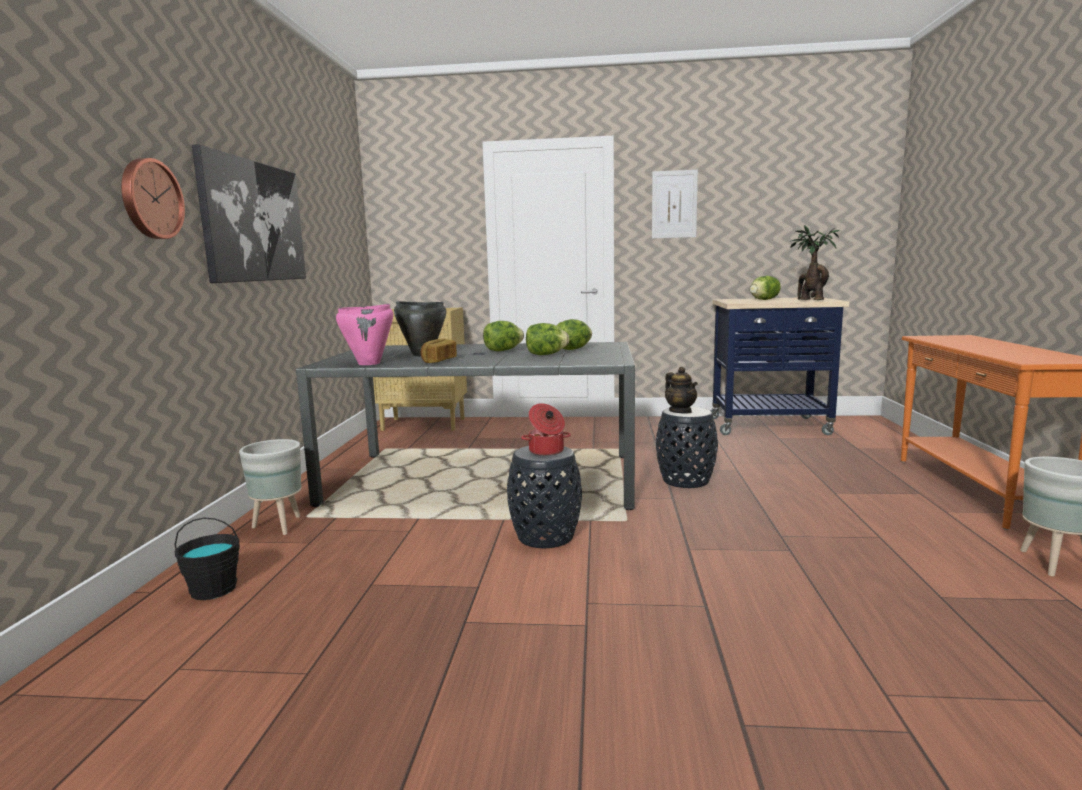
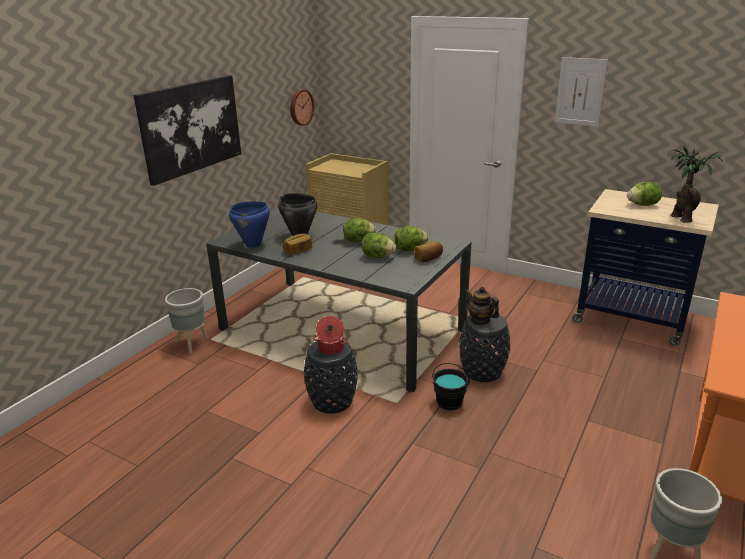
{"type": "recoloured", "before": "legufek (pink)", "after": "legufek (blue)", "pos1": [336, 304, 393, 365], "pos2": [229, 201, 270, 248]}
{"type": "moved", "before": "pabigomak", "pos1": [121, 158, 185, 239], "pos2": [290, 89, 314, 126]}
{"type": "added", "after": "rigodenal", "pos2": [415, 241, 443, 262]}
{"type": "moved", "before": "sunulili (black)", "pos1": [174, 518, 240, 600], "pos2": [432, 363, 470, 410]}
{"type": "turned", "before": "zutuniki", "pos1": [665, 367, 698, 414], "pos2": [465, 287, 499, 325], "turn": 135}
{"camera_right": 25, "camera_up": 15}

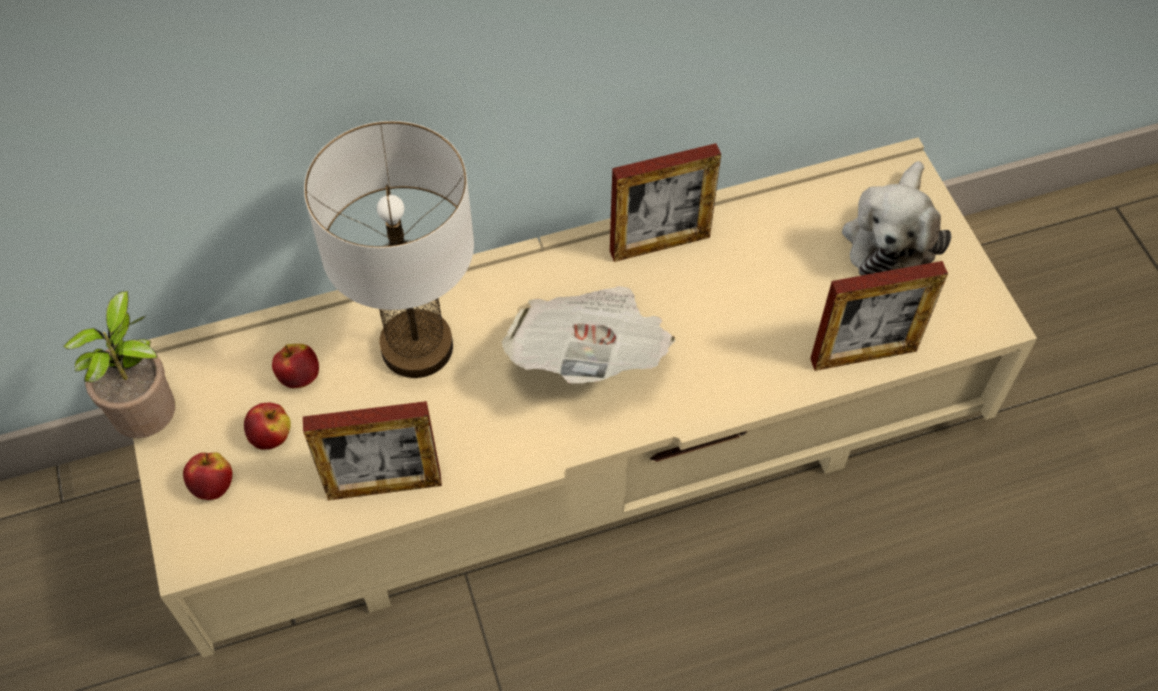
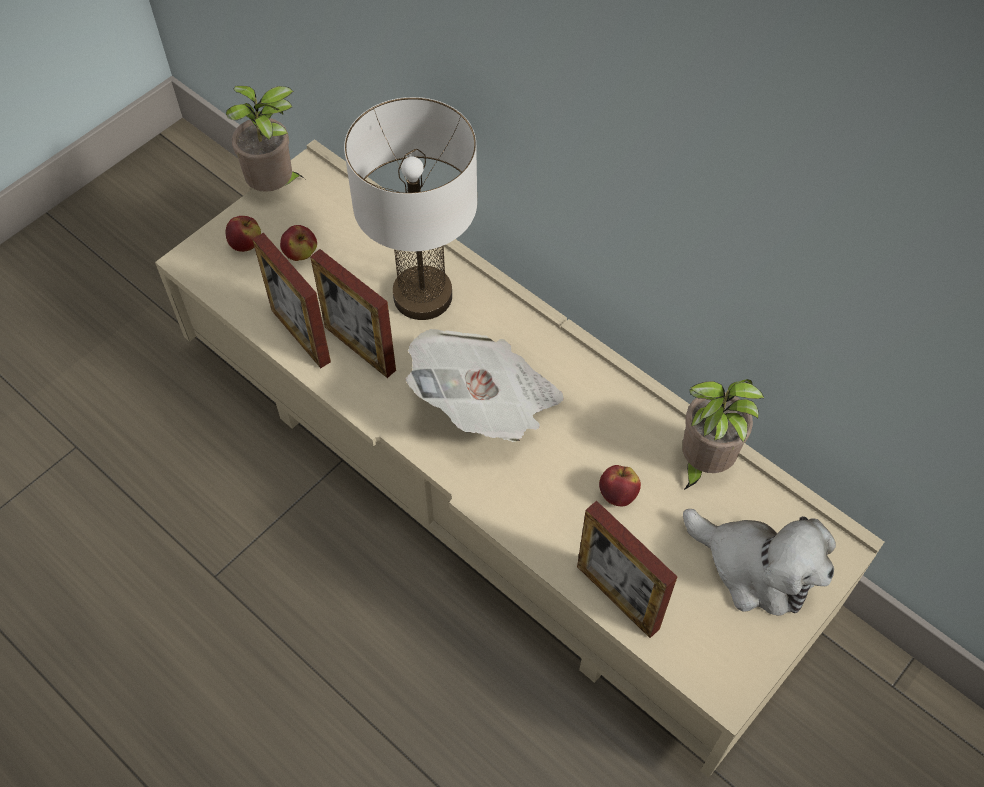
{"type": "moved", "before": "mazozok", "pos1": [610, 143, 721, 262], "pos2": [310, 249, 396, 378]}
{"type": "moved", "before": "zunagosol", "pos1": [272, 344, 319, 388], "pos2": [599, 465, 641, 507]}
{"type": "added", "after": "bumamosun", "pos2": [682, 379, 764, 490]}
{"type": "turned", "before": "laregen", "pos1": [842, 161, 951, 275], "pos2": [683, 509, 836, 616], "turn": -135}
{"camera_right": 60, "camera_up": 0}

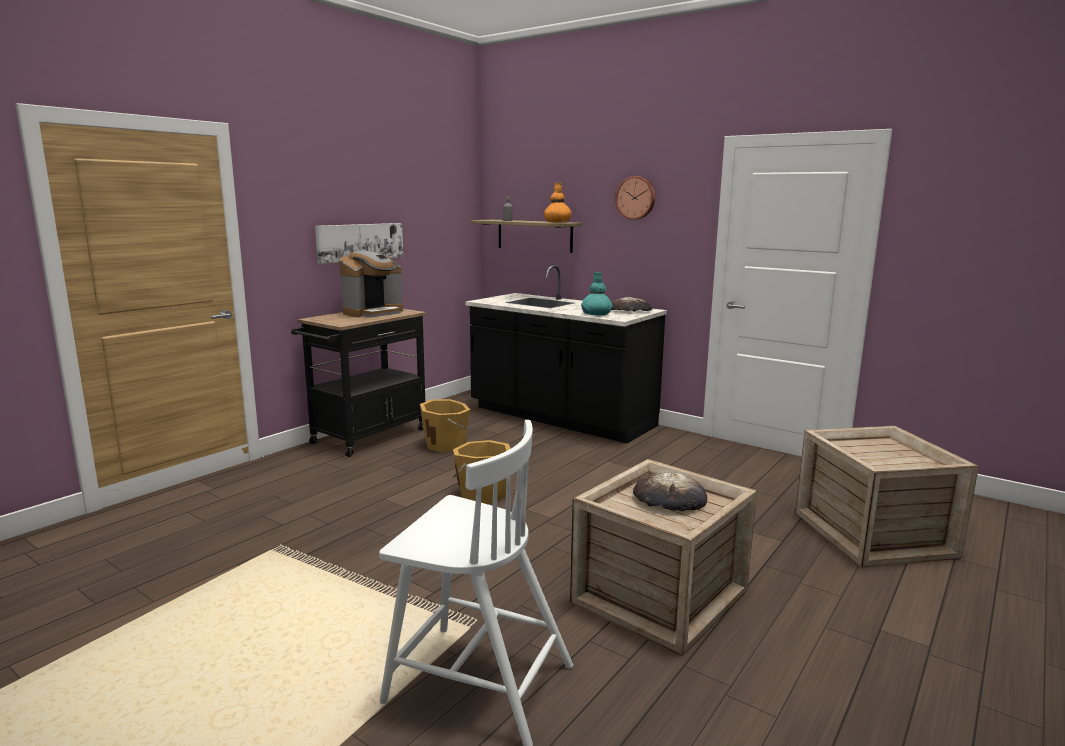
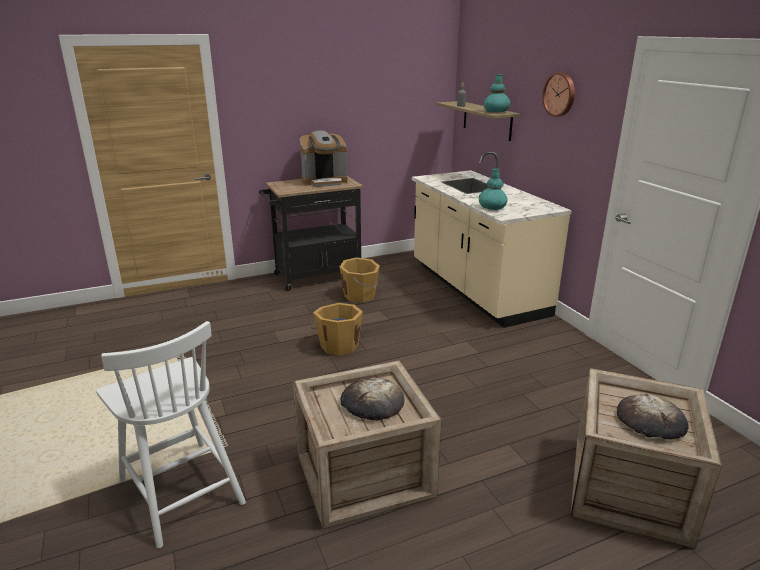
{"type": "recoloured", "before": "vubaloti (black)", "after": "vubaloti (beige)", "pos1": [466, 265, 667, 444], "pos2": [412, 151, 572, 328]}
{"type": "recoloured", "before": "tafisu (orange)", "after": "tafisu (turquoise)", "pos1": [544, 183, 572, 222], "pos2": [484, 74, 510, 113]}
{"type": "moved", "before": "rigodenal", "pos1": [611, 297, 652, 312], "pos2": [617, 394, 689, 440]}
{"type": "removed", "before": "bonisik", "pos1": [315, 223, 403, 264]}
{"camera_right": 30, "camera_up": 10}

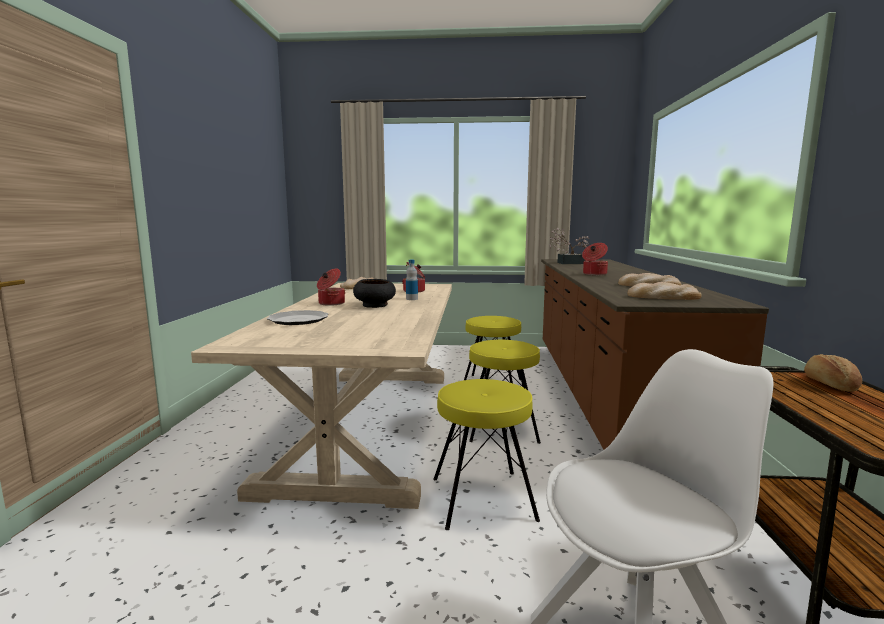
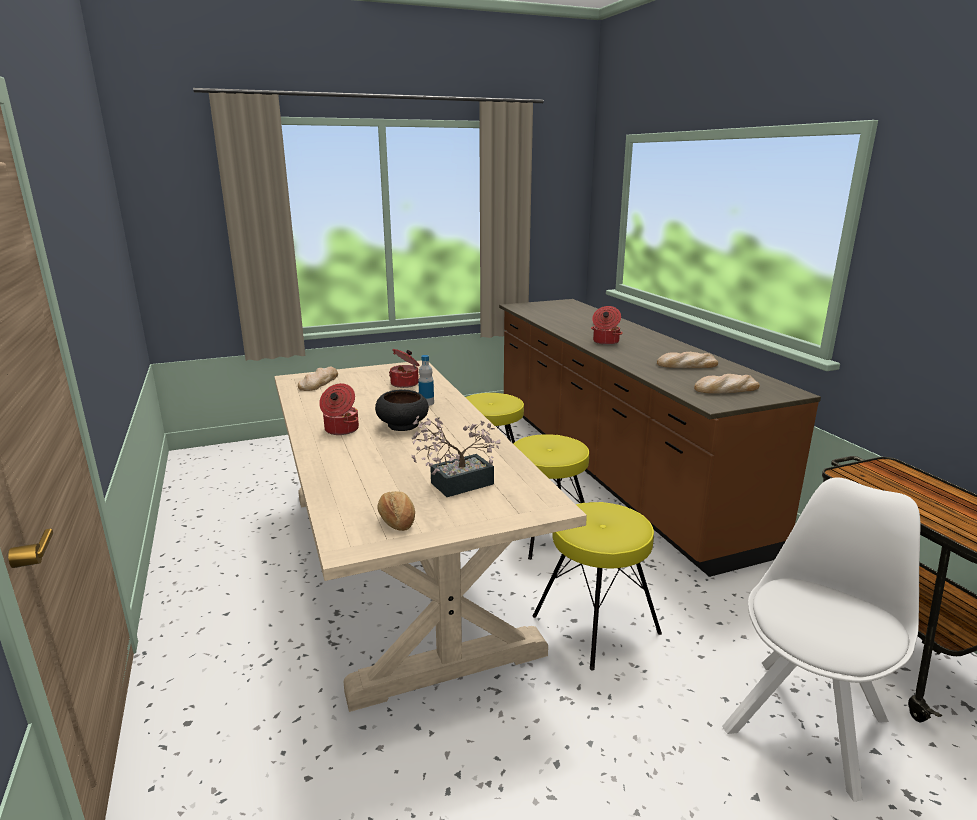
{"type": "moved", "before": "rigodenal", "pos1": [804, 354, 862, 392], "pos2": [377, 492, 415, 531]}
{"type": "moved", "before": "bumamosun", "pos1": [549, 228, 589, 264], "pos2": [412, 416, 500, 497]}
{"type": "removed", "before": "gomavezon", "pos1": [267, 310, 328, 325]}
{"camera_right": -25, "camera_up": 10}

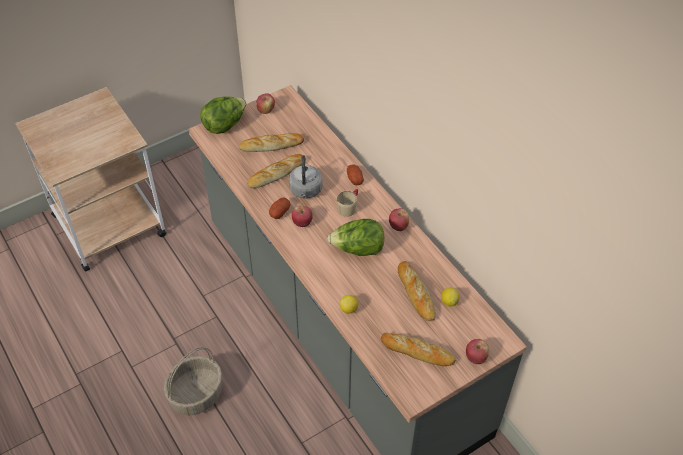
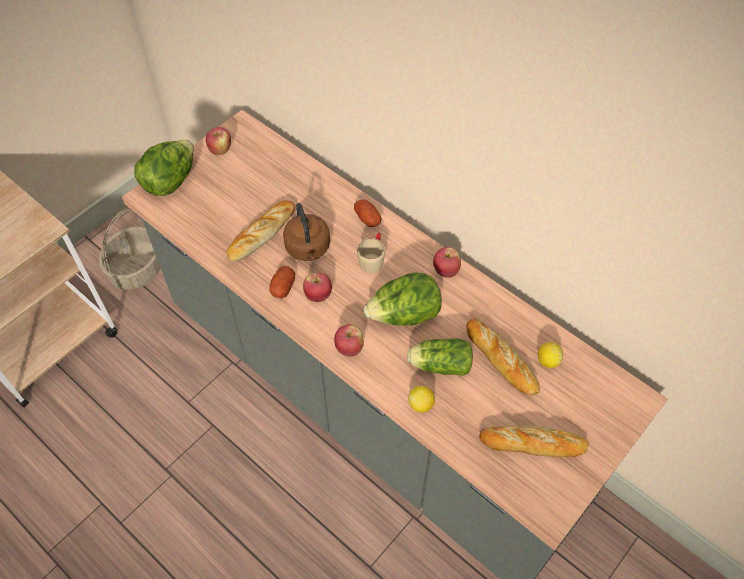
{"type": "moved", "before": "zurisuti", "pos1": [164, 347, 222, 416], "pos2": [99, 209, 161, 290]}
{"type": "recoloured", "before": "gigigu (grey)", "after": "gigigu (brown)", "pos1": [289, 155, 323, 199], "pos2": [283, 203, 330, 261]}
{"type": "moved", "before": "zunagosol", "pos1": [466, 339, 489, 364], "pos2": [334, 324, 364, 357]}
{"type": "added", "after": "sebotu", "pos2": [407, 338, 473, 376]}
{"type": "removed", "before": "rigodenal", "pos1": [239, 133, 304, 152]}
{"camera_right": -15, "camera_up": 5}

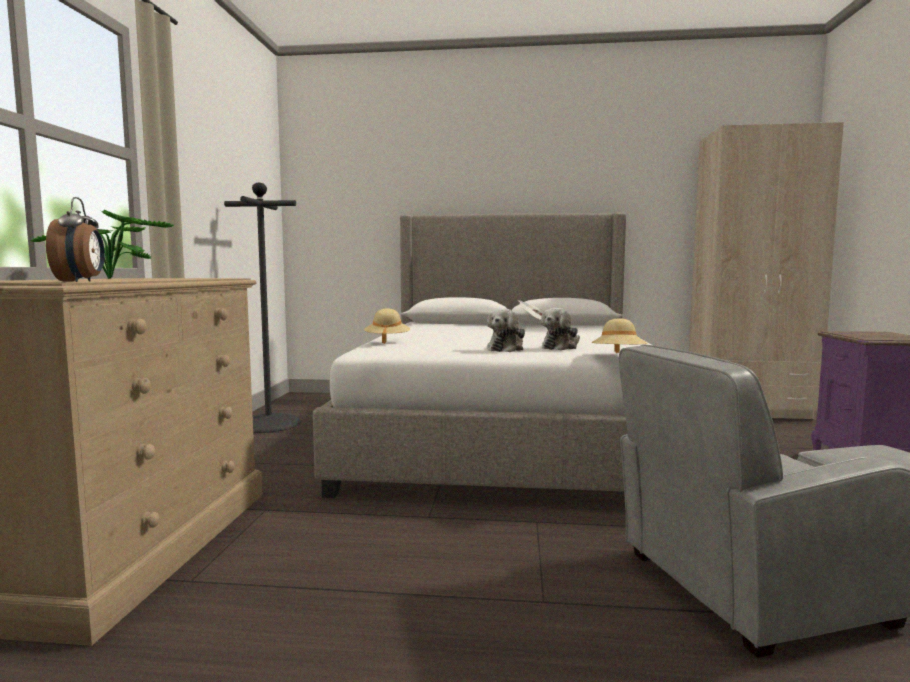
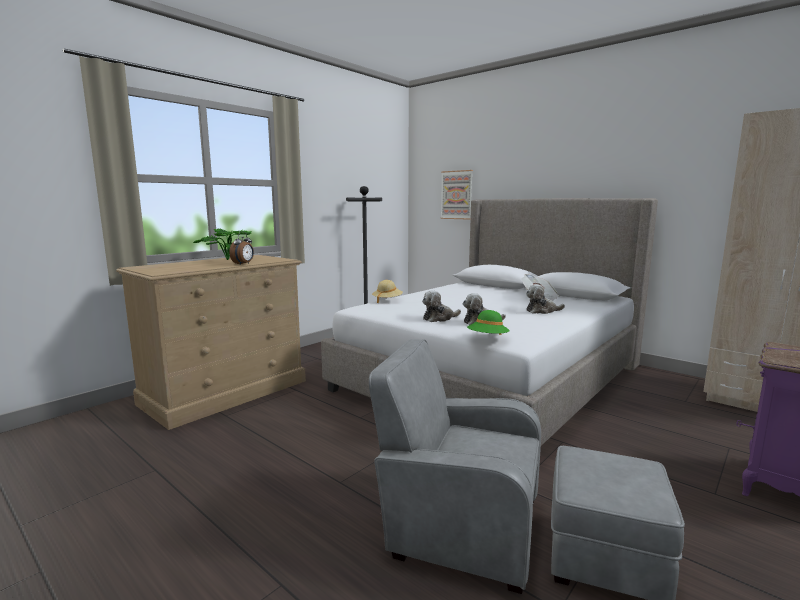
{"type": "moved", "before": "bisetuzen", "pos1": [46, 197, 105, 282], "pos2": [229, 232, 254, 264]}
{"type": "added", "after": "bonisik", "pos2": [440, 170, 473, 220]}
{"type": "recoloured", "before": "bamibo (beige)", "after": "bamibo (green)", "pos1": [591, 318, 648, 353], "pos2": [467, 310, 510, 335]}
{"type": "added", "after": "laregen", "pos2": [526, 284, 565, 314]}
{"camera_right": 35, "camera_up": 5}

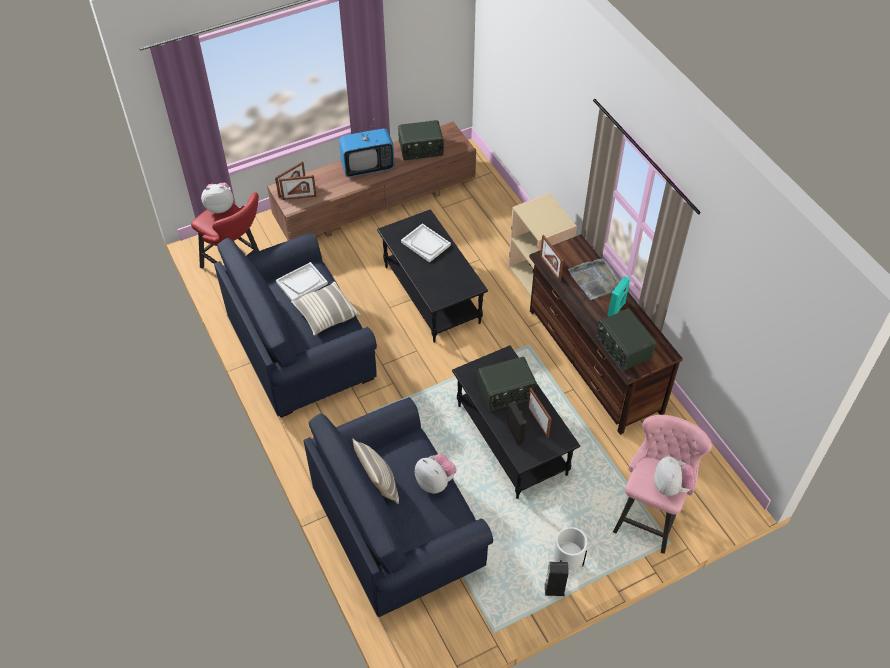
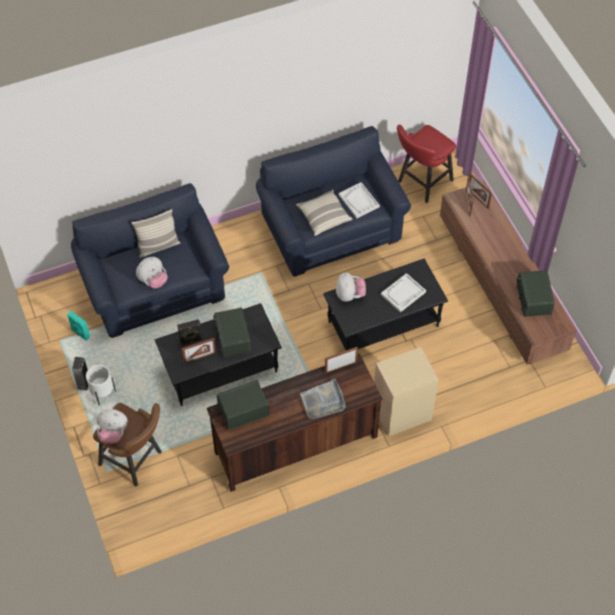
{"type": "moved", "before": "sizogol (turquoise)", "pos1": [607, 276, 630, 316], "pos2": [67, 311, 90, 341]}
{"type": "recoloured", "before": "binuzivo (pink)", "after": "binuzivo (brown)", "pos1": [613, 415, 712, 554], "pos2": [93, 403, 162, 487]}
{"type": "moved", "before": "laregen", "pos1": [201, 183, 233, 213], "pos2": [336, 272, 366, 302]}
{"type": "removed", "before": "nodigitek", "pos1": [339, 117, 395, 177]}
{"camera_right": 95, "camera_up": 5}

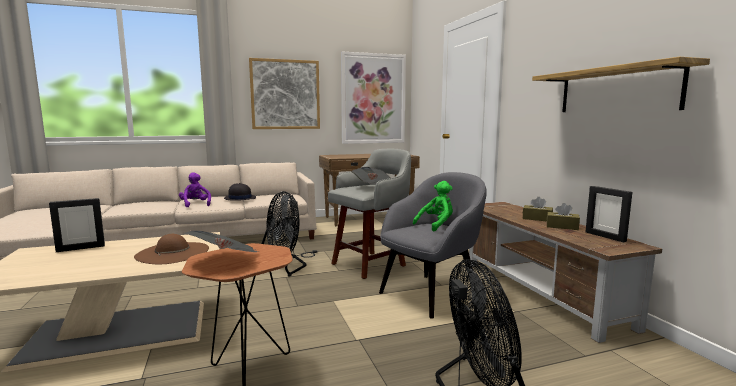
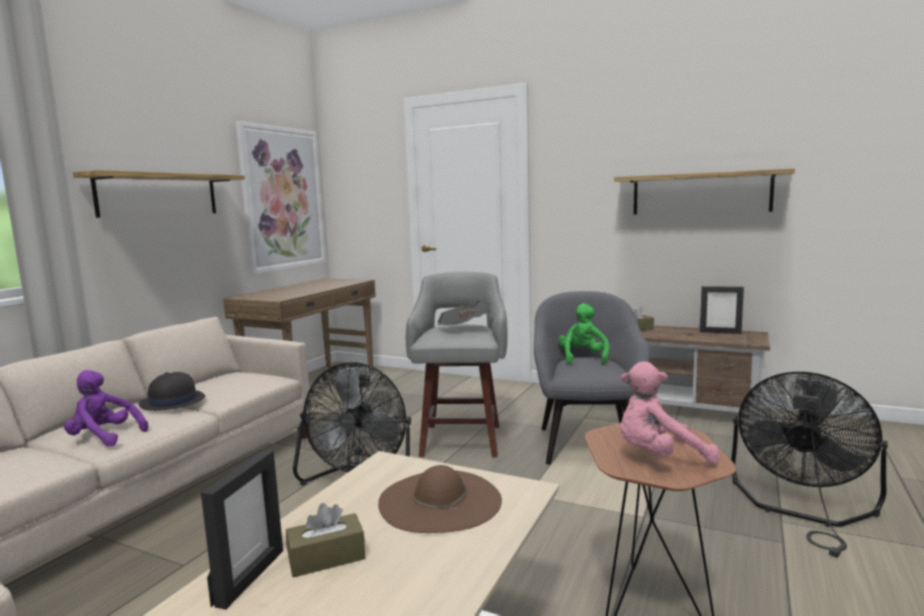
{"type": "replaced", "before": "bonisik", "after": "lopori", "pos1": [249, 58, 320, 129], "pos2": [73, 170, 245, 218]}
{"type": "moved", "before": "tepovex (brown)", "pos1": [547, 203, 580, 230], "pos2": [286, 503, 365, 578]}
{"type": "replaced", "before": "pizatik", "after": "laregen (pink)", "pos1": [183, 231, 259, 252], "pos2": [620, 361, 720, 464]}
{"camera_right": -45, "camera_up": 0}

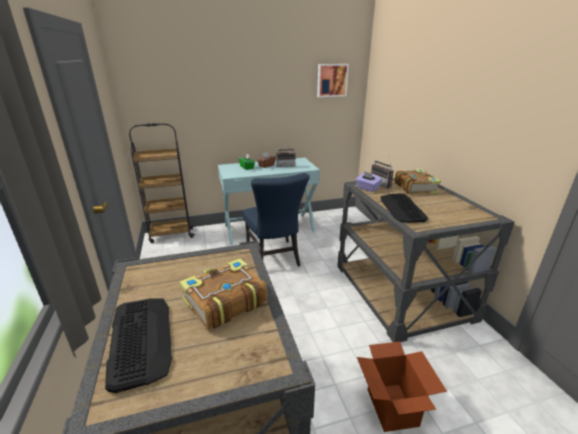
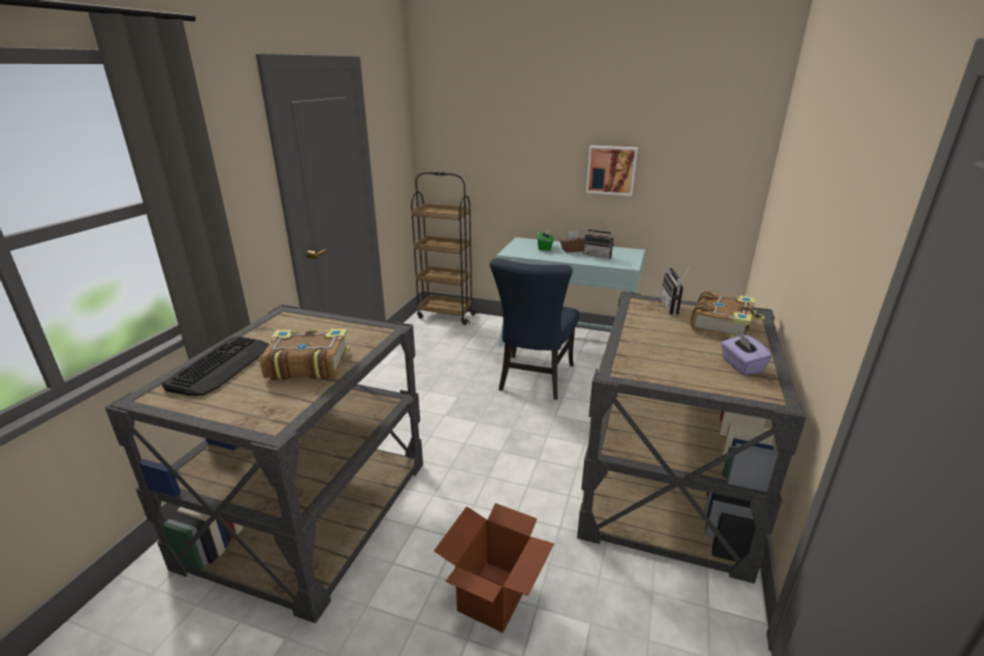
{"type": "moved", "before": "bonisik", "pos1": [317, 64, 349, 97], "pos2": [586, 145, 638, 196]}
{"type": "moved", "before": "tepovex (purple)", "pos1": [355, 171, 382, 192], "pos2": [721, 332, 772, 375]}
{"type": "removed", "before": "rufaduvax", "pos1": [381, 193, 428, 223]}
{"camera_right": 35, "camera_up": 0}

